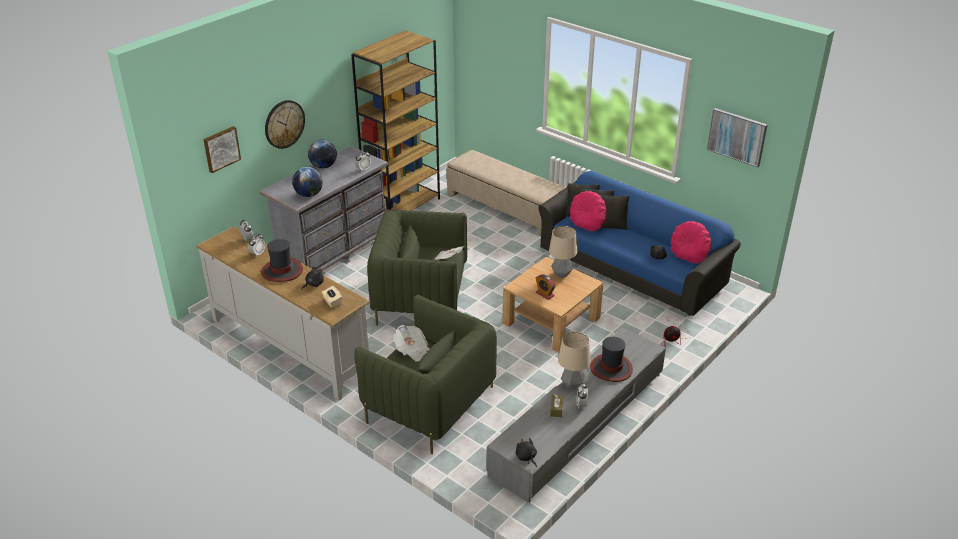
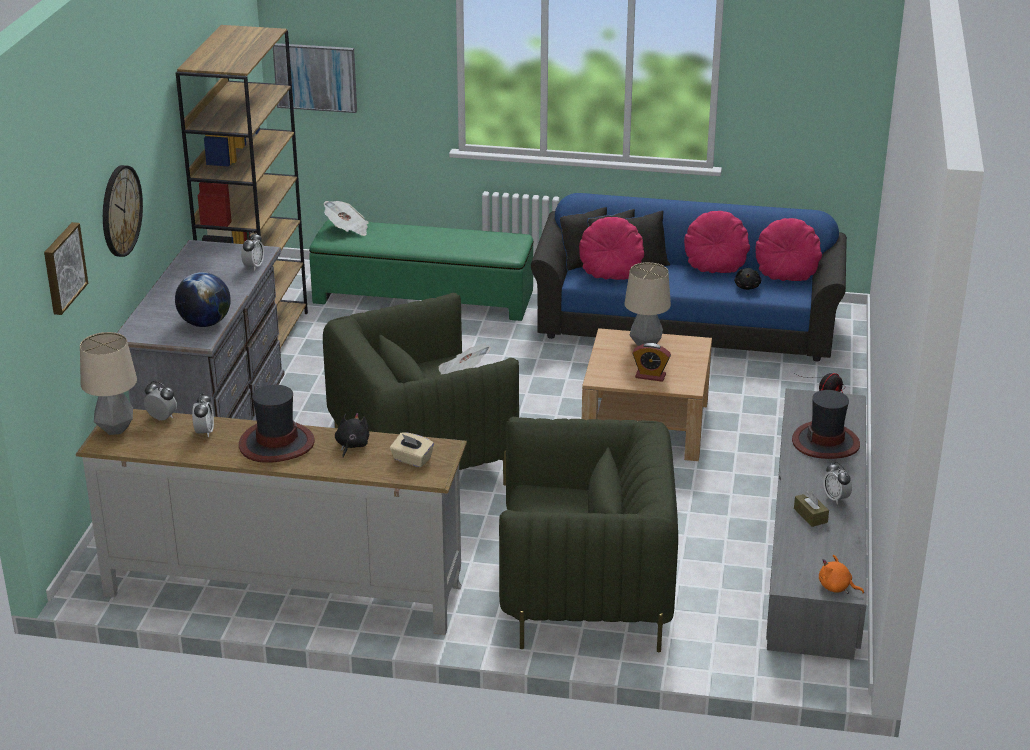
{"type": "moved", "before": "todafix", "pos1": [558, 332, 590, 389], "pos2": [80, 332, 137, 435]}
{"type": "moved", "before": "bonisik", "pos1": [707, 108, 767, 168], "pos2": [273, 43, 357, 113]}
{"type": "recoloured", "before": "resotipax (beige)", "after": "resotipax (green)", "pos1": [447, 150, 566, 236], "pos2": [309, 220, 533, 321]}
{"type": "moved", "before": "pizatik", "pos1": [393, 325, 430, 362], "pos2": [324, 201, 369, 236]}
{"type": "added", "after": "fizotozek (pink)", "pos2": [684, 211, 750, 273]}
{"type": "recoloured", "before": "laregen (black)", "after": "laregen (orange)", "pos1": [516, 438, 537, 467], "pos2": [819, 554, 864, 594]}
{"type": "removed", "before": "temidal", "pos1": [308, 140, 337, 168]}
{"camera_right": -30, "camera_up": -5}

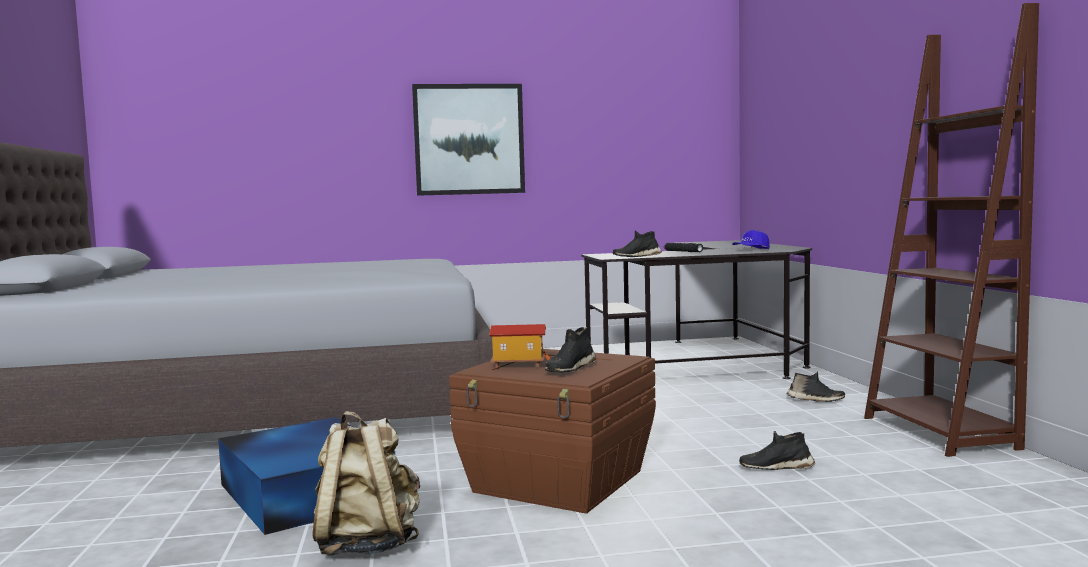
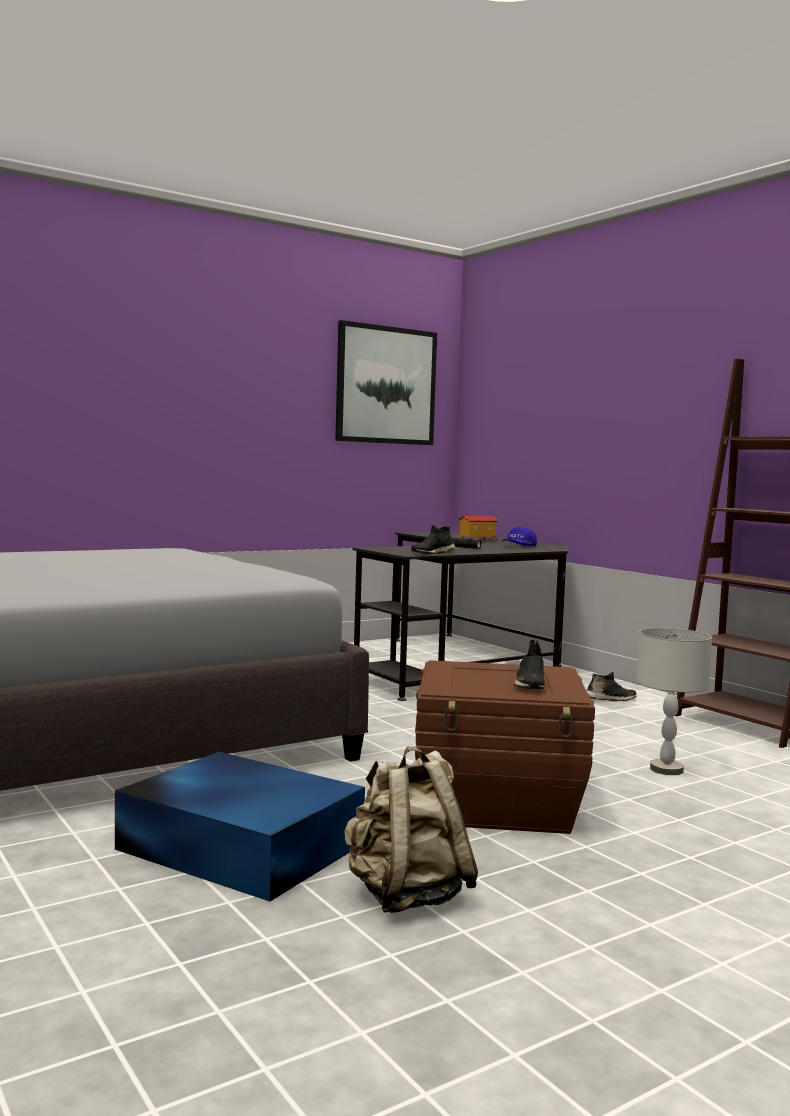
{"type": "moved", "before": "bonisik", "pos1": [412, 84, 525, 196], "pos2": [335, 320, 437, 445]}
{"type": "moved", "before": "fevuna", "pos1": [489, 324, 551, 368], "pos2": [458, 516, 498, 541]}
{"type": "replaced", "before": "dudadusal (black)", "after": "todafix (grey)", "pos1": [739, 431, 815, 470], "pos2": [636, 628, 712, 775]}
{"camera_right": -25, "camera_up": 0}

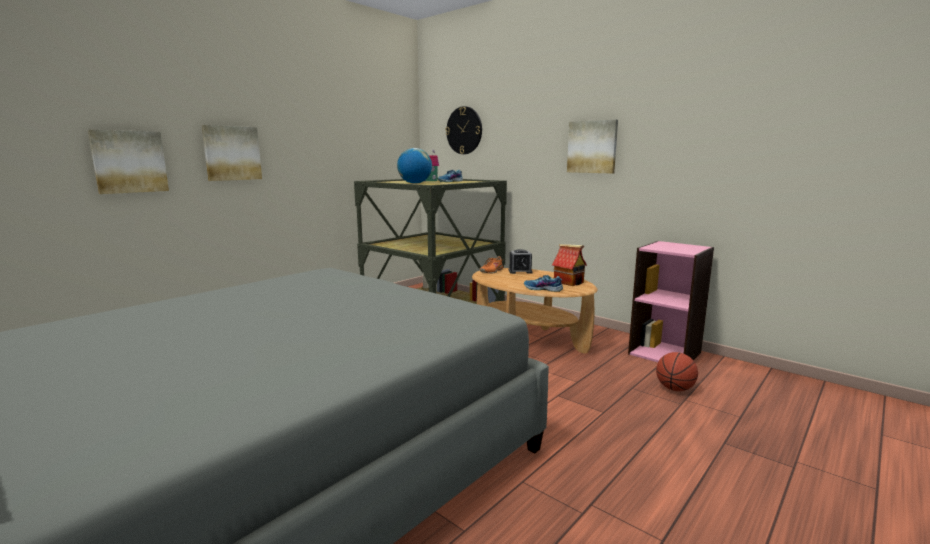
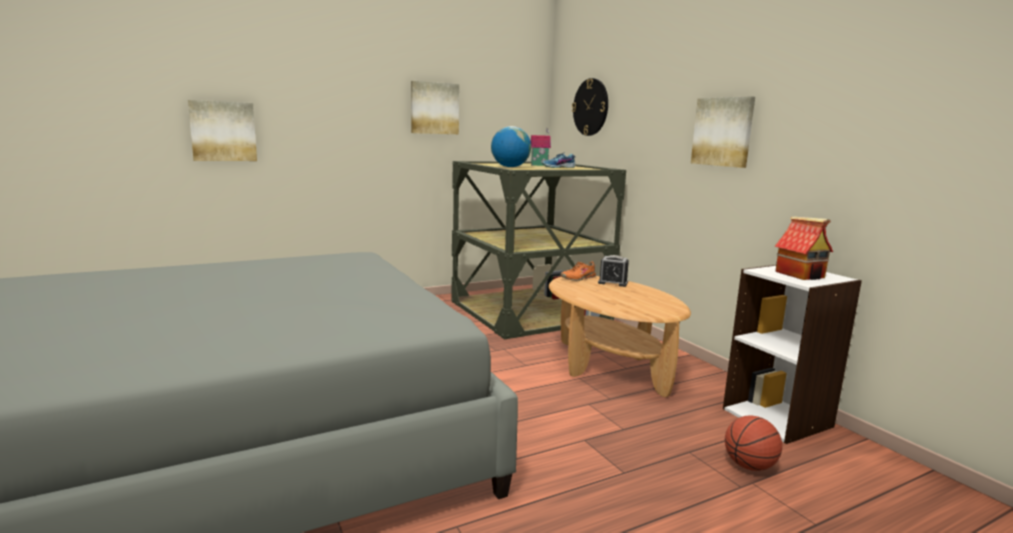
{"type": "moved", "before": "bonisik", "pos1": [201, 125, 262, 181], "pos2": [411, 81, 459, 134]}
{"type": "recoloured", "before": "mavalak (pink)", "after": "mavalak (white)", "pos1": [628, 241, 714, 362], "pos2": [723, 265, 862, 444]}
{"type": "moved", "before": "fevuna", "pos1": [552, 244, 587, 286], "pos2": [774, 216, 833, 280]}
{"type": "removed", "before": "dudadusal", "pos1": [524, 275, 563, 292]}
{"camera_right": 20, "camera_up": 0}

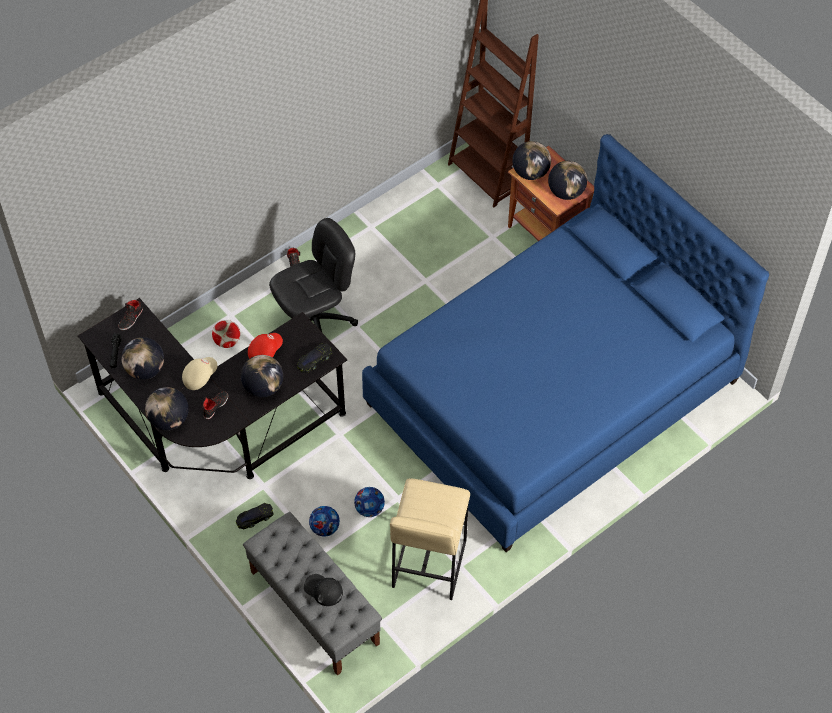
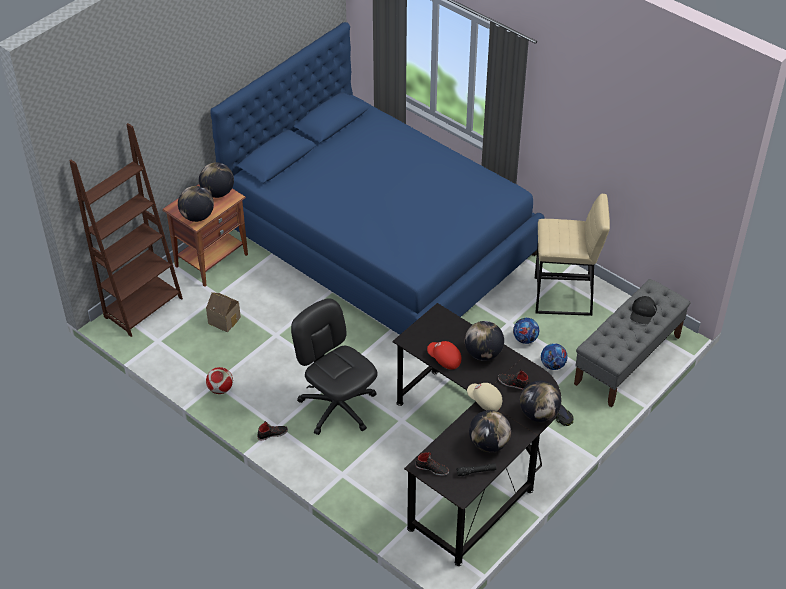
{"type": "added", "after": "fevuna", "pos2": [206, 292, 241, 332]}
{"type": "moved", "before": "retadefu", "pos1": [212, 320, 240, 348], "pos2": [206, 367, 233, 394]}
{"type": "removed", "before": "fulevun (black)", "pos1": [297, 343, 333, 373]}
{"camera_right": -100, "camera_up": -10}

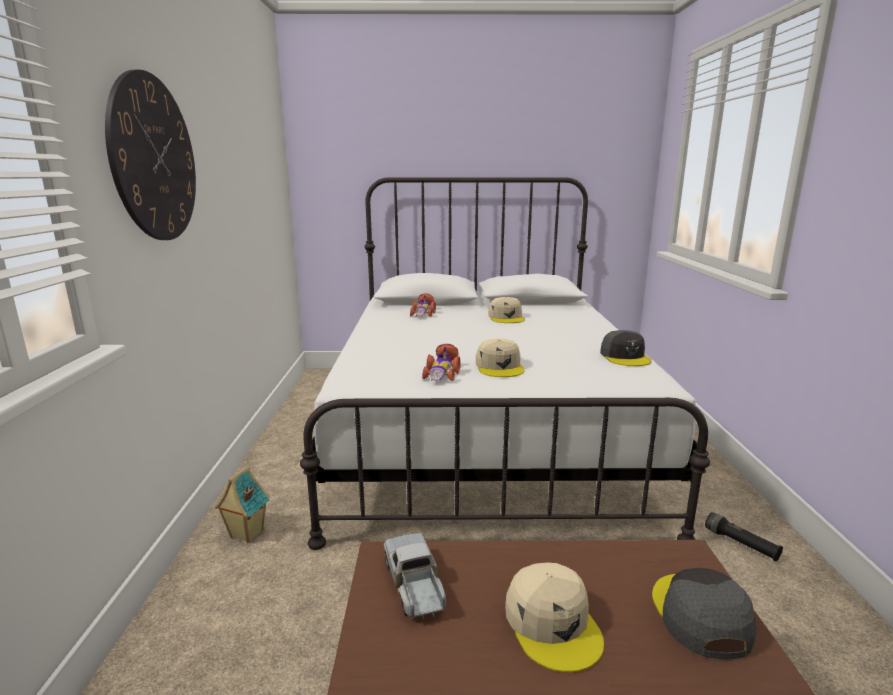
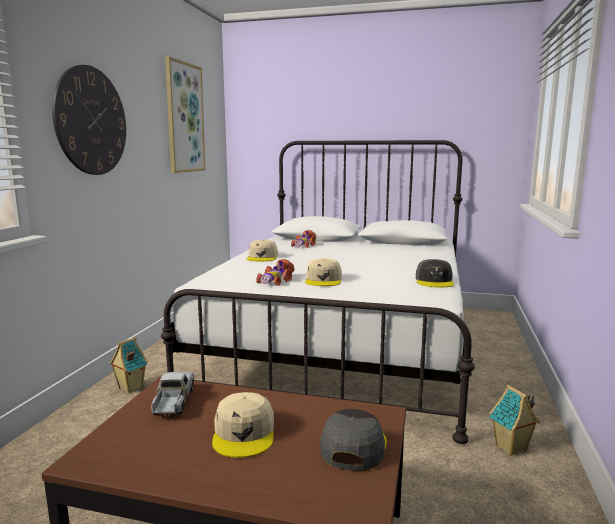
{"type": "added", "after": "bonisik", "pos2": [165, 56, 205, 173]}
{"type": "moved", "before": "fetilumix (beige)", "pos1": [488, 297, 525, 323], "pos2": [247, 239, 278, 261]}
{"type": "replaced", "before": "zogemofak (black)", "after": "fevuna", "pos1": [705, 512, 783, 561], "pos2": [489, 384, 540, 456]}
{"camera_right": 15, "camera_up": -5}

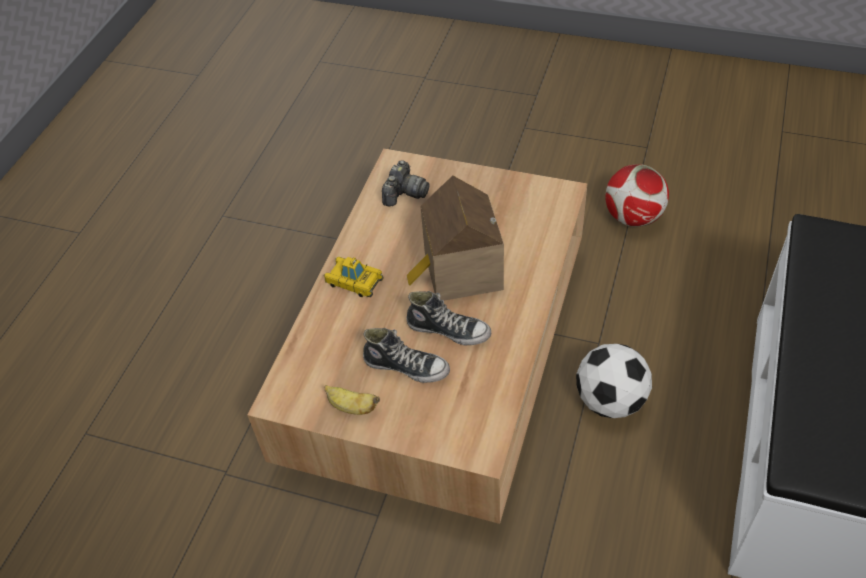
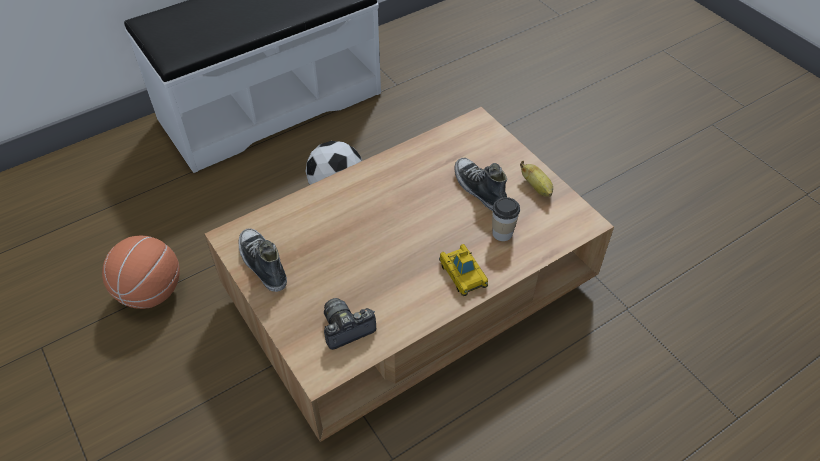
{"type": "replaced", "before": "retadefu", "after": "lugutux", "pos1": [605, 164, 669, 227], "pos2": [102, 235, 180, 309]}
{"type": "moved", "before": "dudadusal", "pos1": [406, 291, 491, 346], "pos2": [239, 228, 287, 292]}
{"type": "added", "after": "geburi", "pos2": [492, 197, 520, 241]}
{"type": "removed", "before": "fevuna", "pos1": [407, 175, 504, 301]}
{"camera_right": -145, "camera_up": 0}

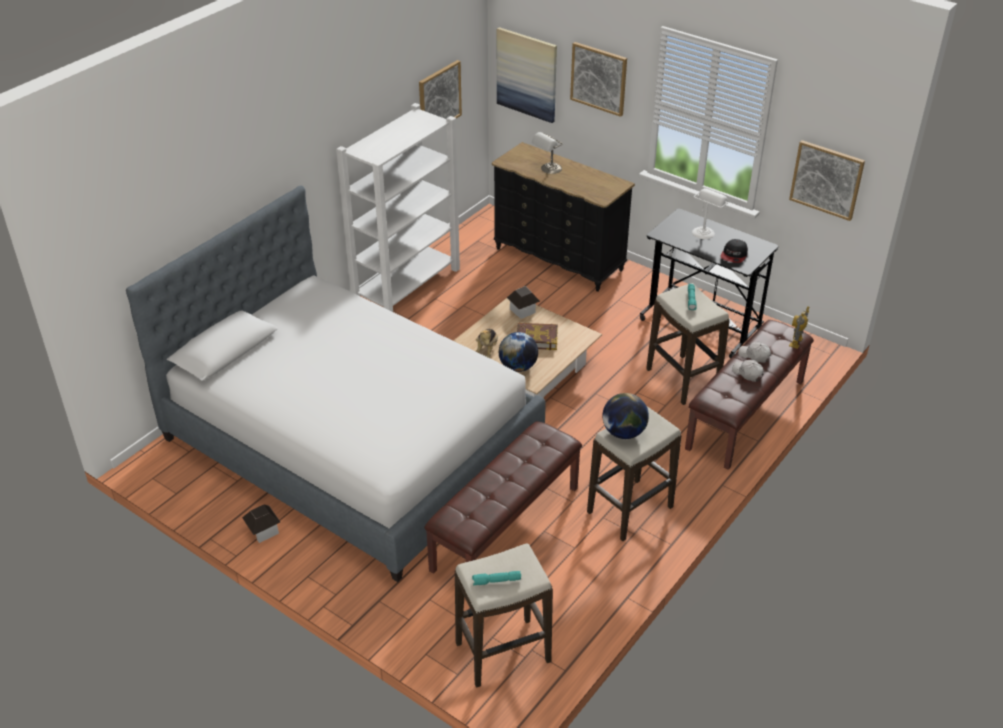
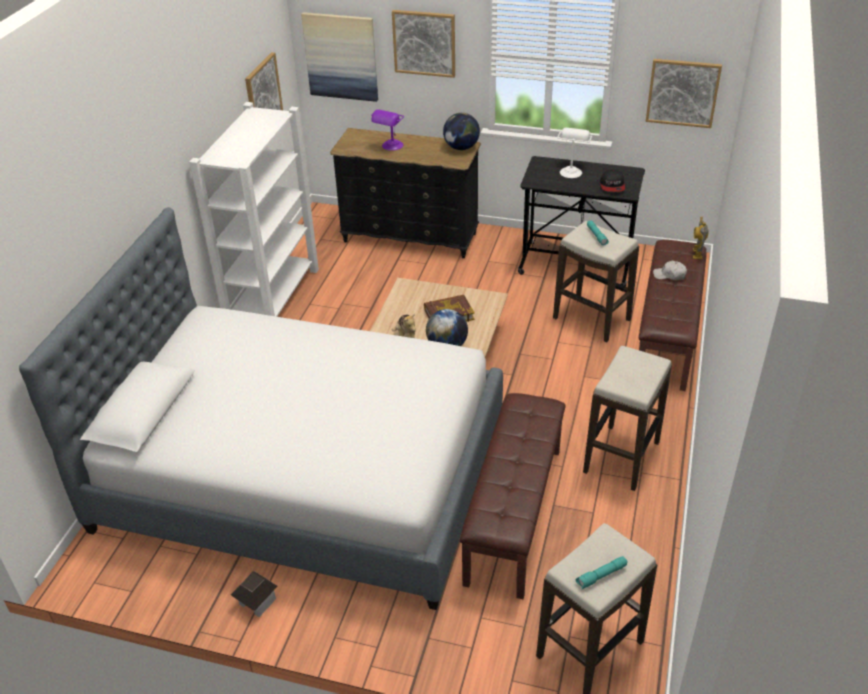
{"type": "recoloured", "before": "todafix (white)", "after": "todafix (purple)", "pos1": [532, 132, 563, 174], "pos2": [371, 109, 404, 151]}
{"type": "moved", "before": "temidal", "pos1": [602, 393, 649, 439], "pos2": [443, 113, 480, 150]}
{"type": "removed", "before": "fevuna", "pos1": [507, 286, 540, 319]}
{"type": "removed", "before": "fetilumix (white)", "pos1": [732, 360, 764, 382]}
{"camera_right": -20, "camera_up": 0}

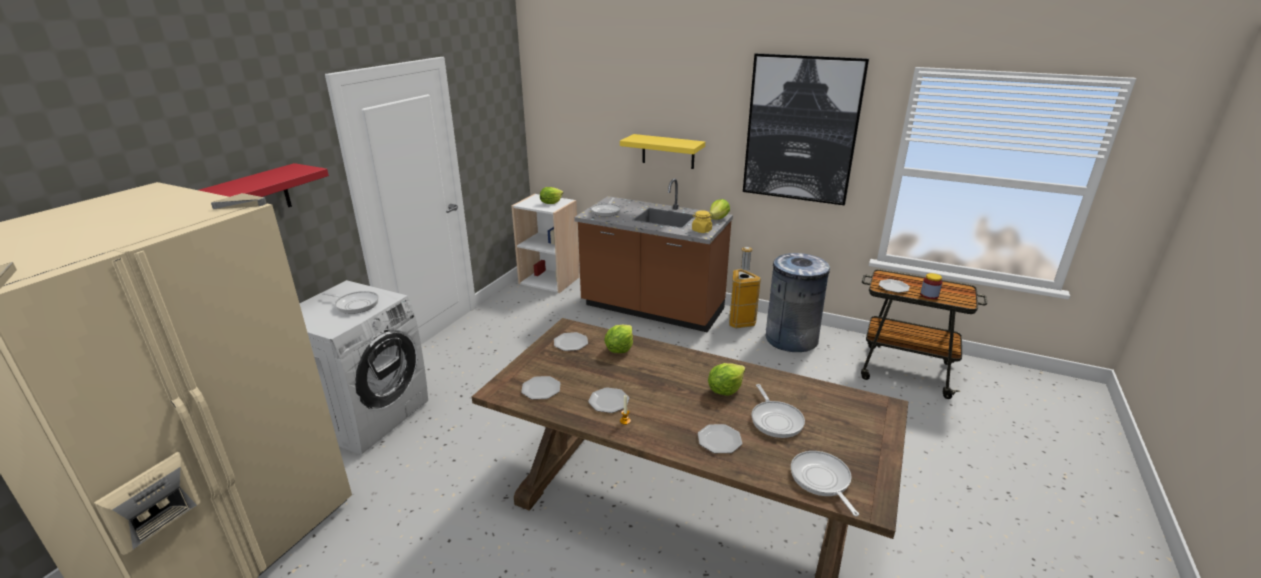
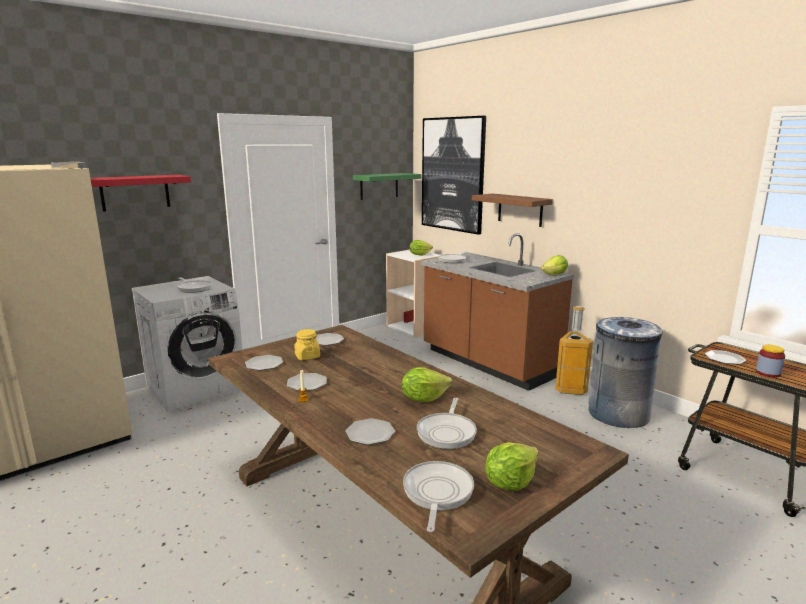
{"type": "moved", "before": "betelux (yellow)", "pos1": [692, 210, 712, 233], "pos2": [294, 329, 320, 360]}
{"type": "added", "after": "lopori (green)", "pos2": [353, 173, 421, 200]}
{"type": "moved", "before": "bonisik", "pos1": [743, 53, 869, 206], "pos2": [422, 116, 486, 235]}
{"type": "recoloured", "before": "lopori (yellow)", "after": "lopori (brown)", "pos1": [620, 134, 705, 169], "pos2": [472, 193, 553, 227]}
{"type": "moved", "before": "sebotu", "pos1": [604, 325, 633, 353], "pos2": [485, 442, 539, 491]}
{"camera_right": 25, "camera_up": -10}

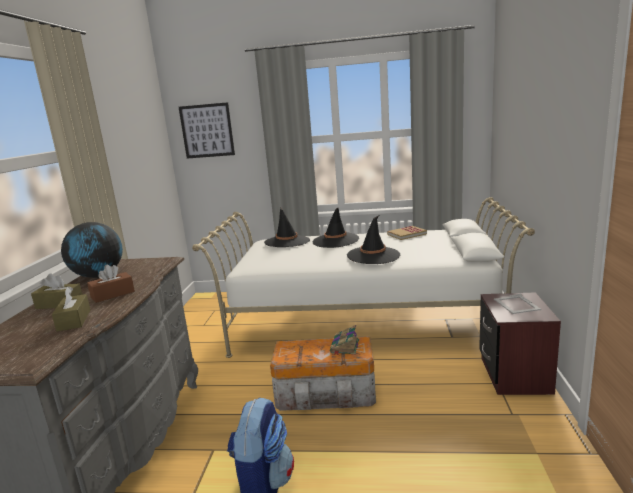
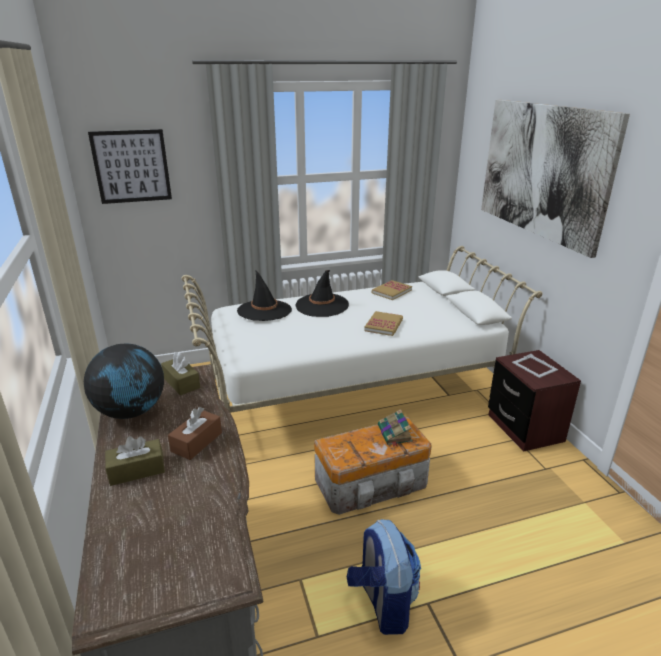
{"type": "moved", "before": "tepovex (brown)", "pos1": [52, 286, 91, 332], "pos2": [161, 352, 201, 395]}
{"type": "replaced", "before": "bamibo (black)", "after": "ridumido", "pos1": [347, 215, 401, 264], "pos2": [364, 311, 403, 336]}
{"type": "added", "after": "bonisik", "pos2": [481, 100, 630, 258]}
{"camera_right": -25, "camera_up": 10}

